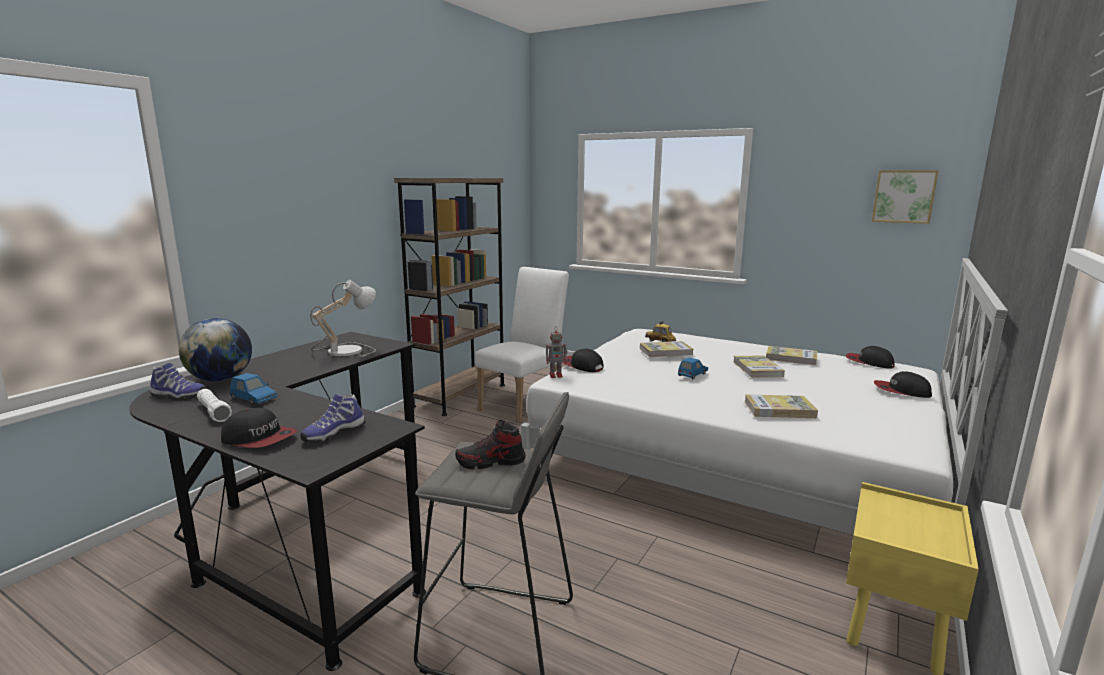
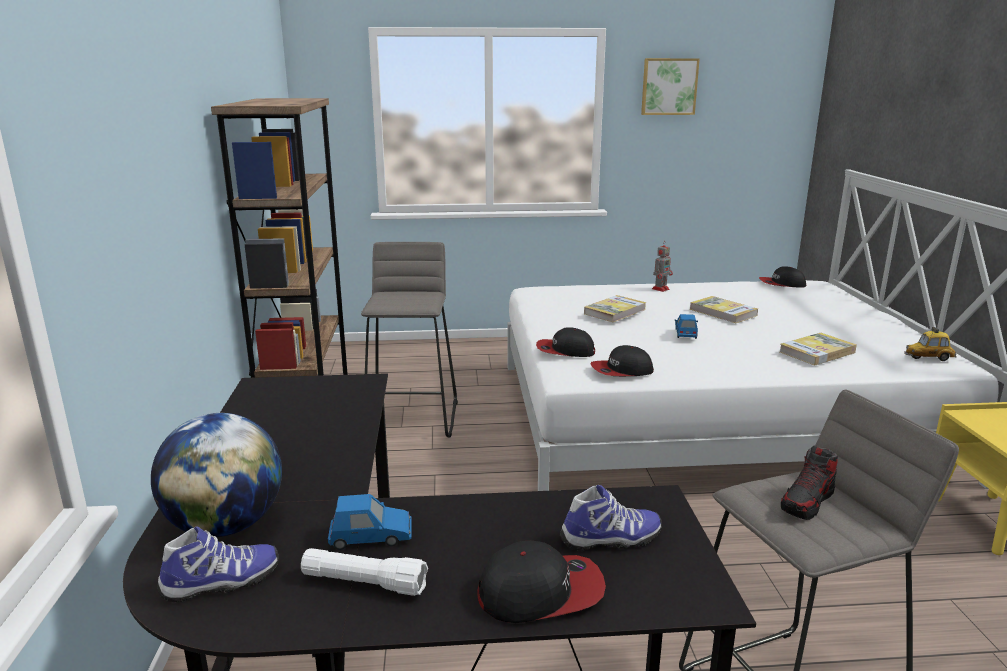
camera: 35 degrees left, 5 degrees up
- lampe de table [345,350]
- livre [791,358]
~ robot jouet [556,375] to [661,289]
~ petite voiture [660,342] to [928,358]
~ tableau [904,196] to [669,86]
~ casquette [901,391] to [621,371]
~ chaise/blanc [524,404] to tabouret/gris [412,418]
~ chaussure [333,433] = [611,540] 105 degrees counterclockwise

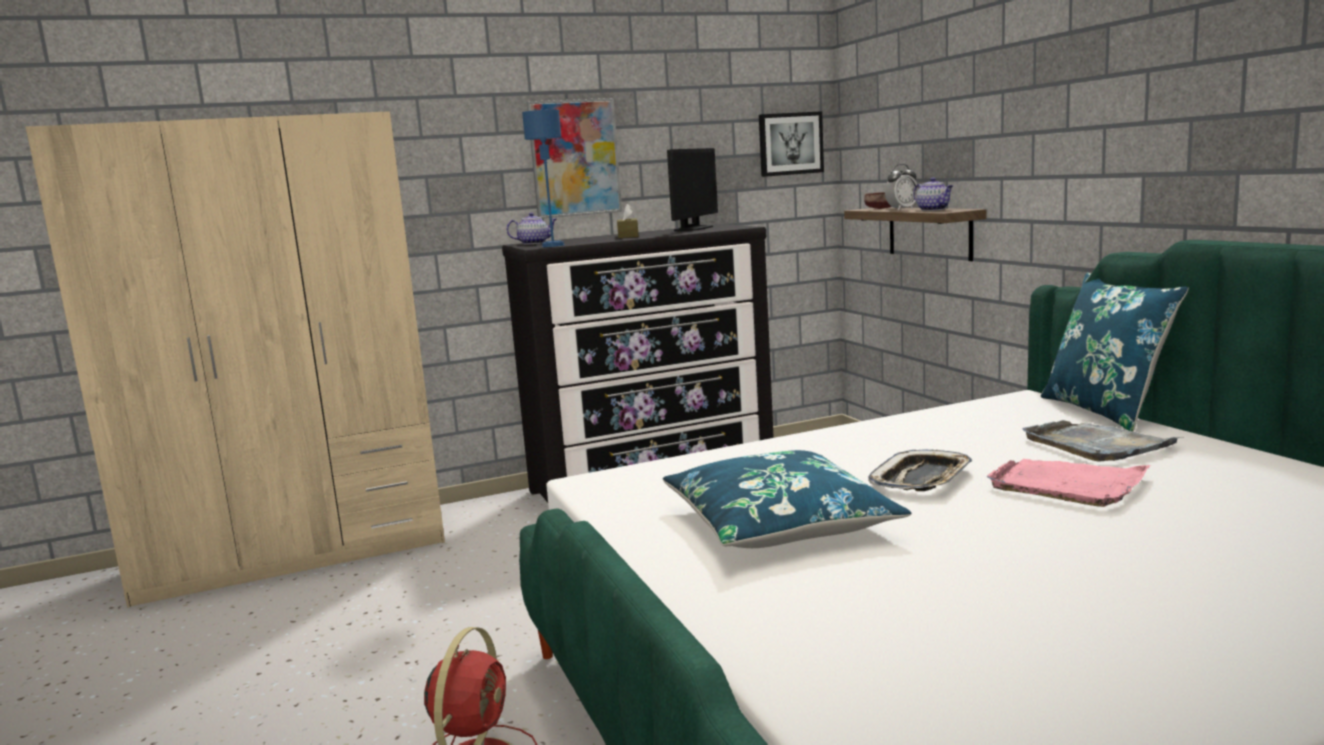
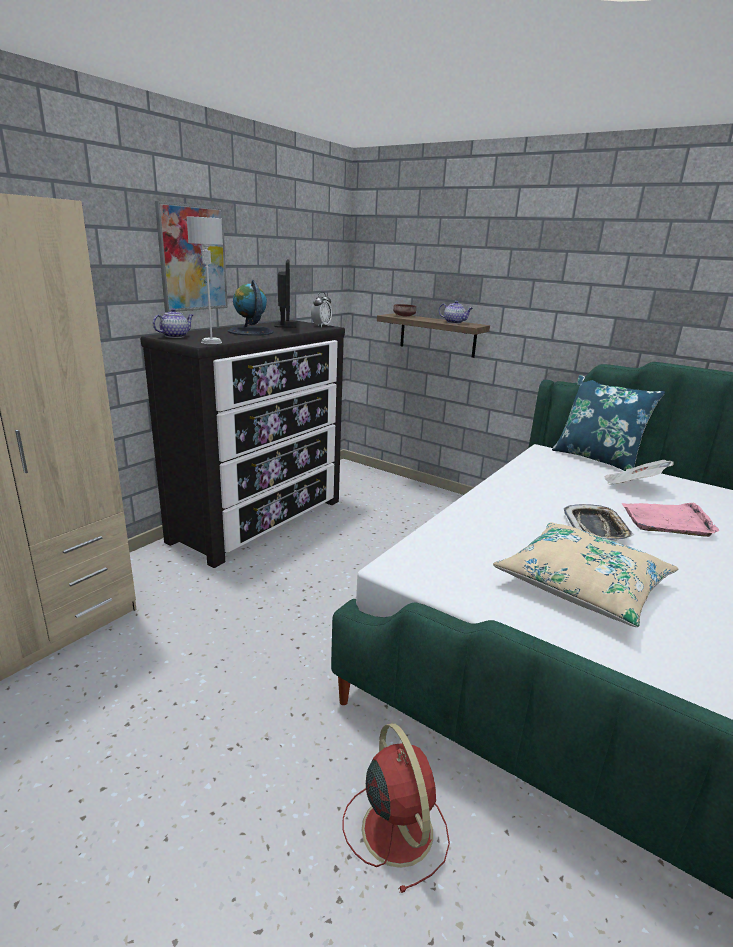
camera: 35 degrees left, 10 degrees up
- tableau [790,144]
~ réveil [901,209] to [321,326]
~ boîte à mouchoirs/marron [628,236] to globe [250,332]
~ plateau/gris [1096,444] to journal [632,486]
~ lampe de table/bleu [552,245] to lampe de table/gris [211,342]
~ coussin/bleu [779,523] to coussin/beige [582,585]

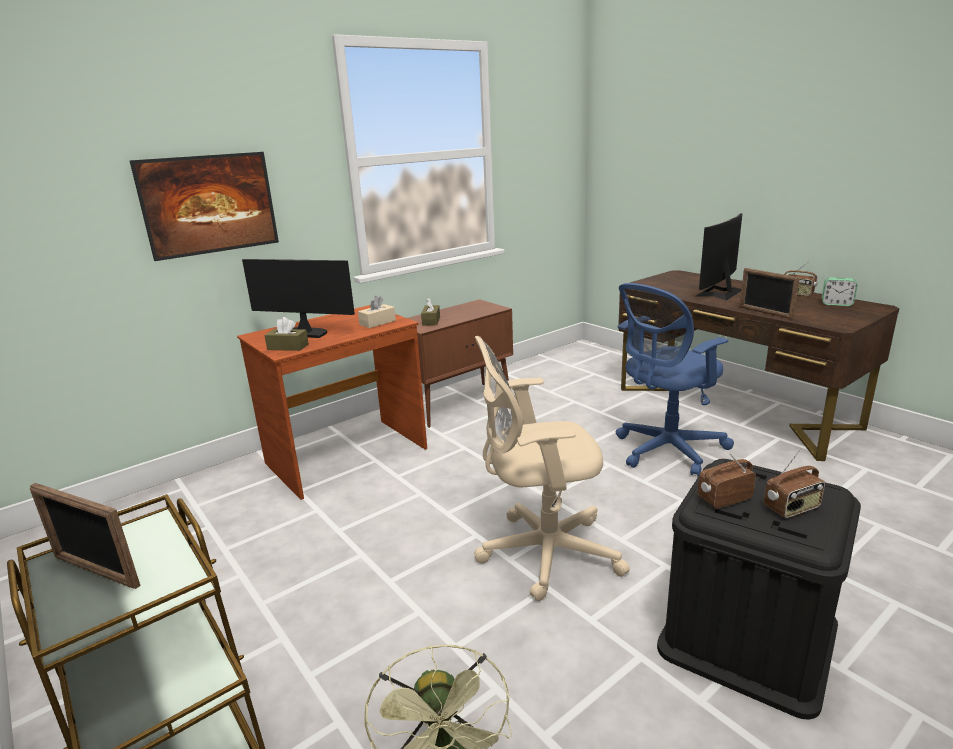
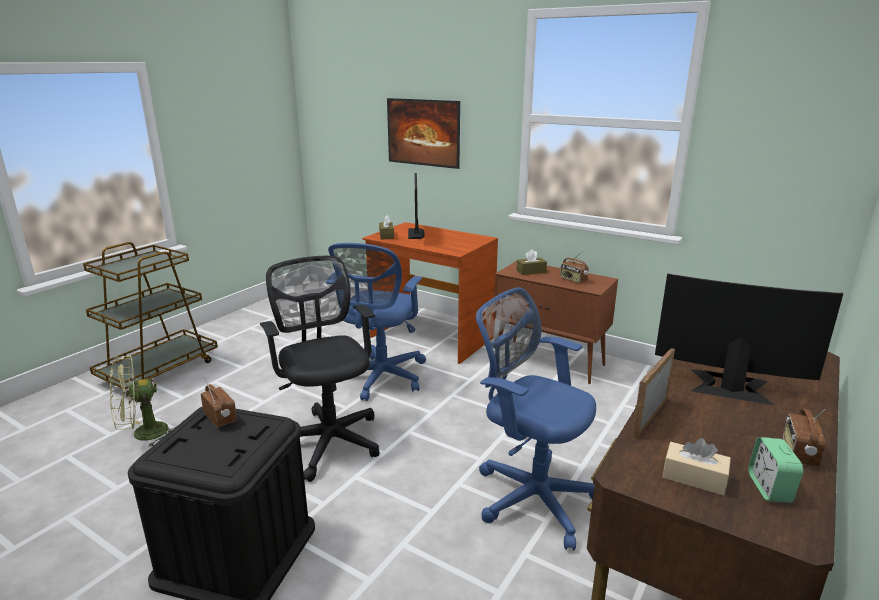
camera: 70 degrees right, 0 degrees up
- cadre photo [96,571]
+ chaise de bureau/bleu [380,379]
~ boîte à mouchoirs/beige [377,322] to [694,477]
~ radio [792,508] to [573,280]
~ chaise de bureau/beige [542,553] to chaise de bureau/noir [329,438]

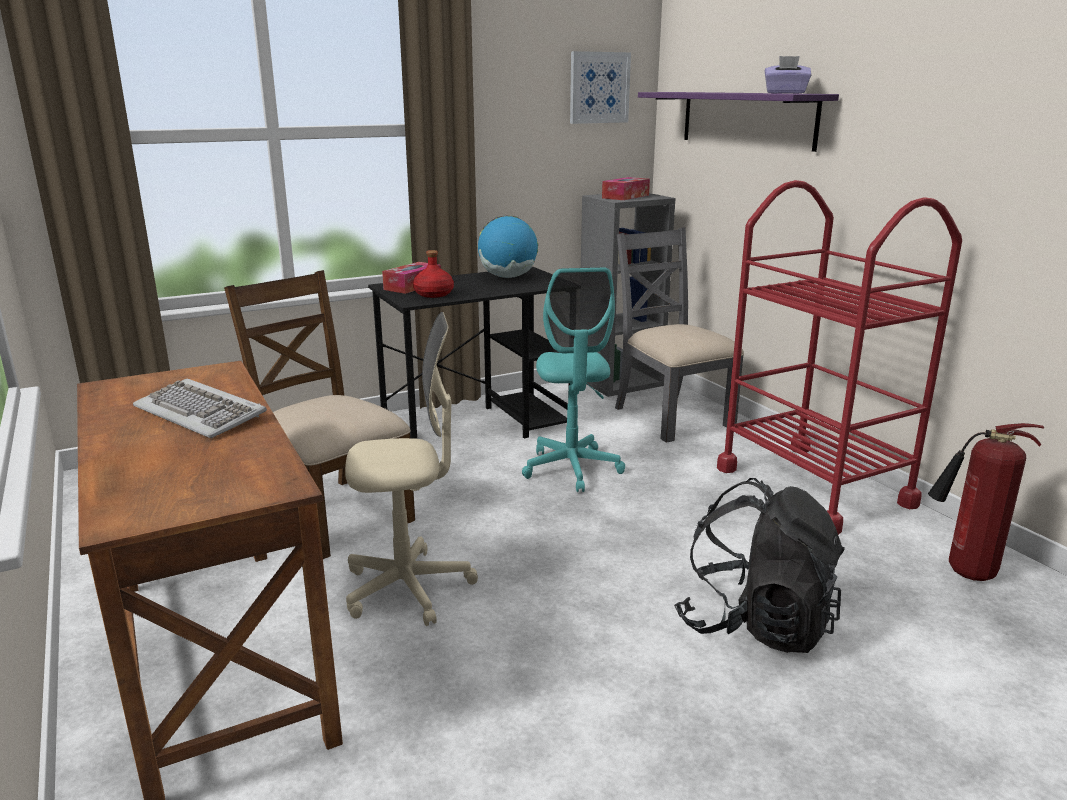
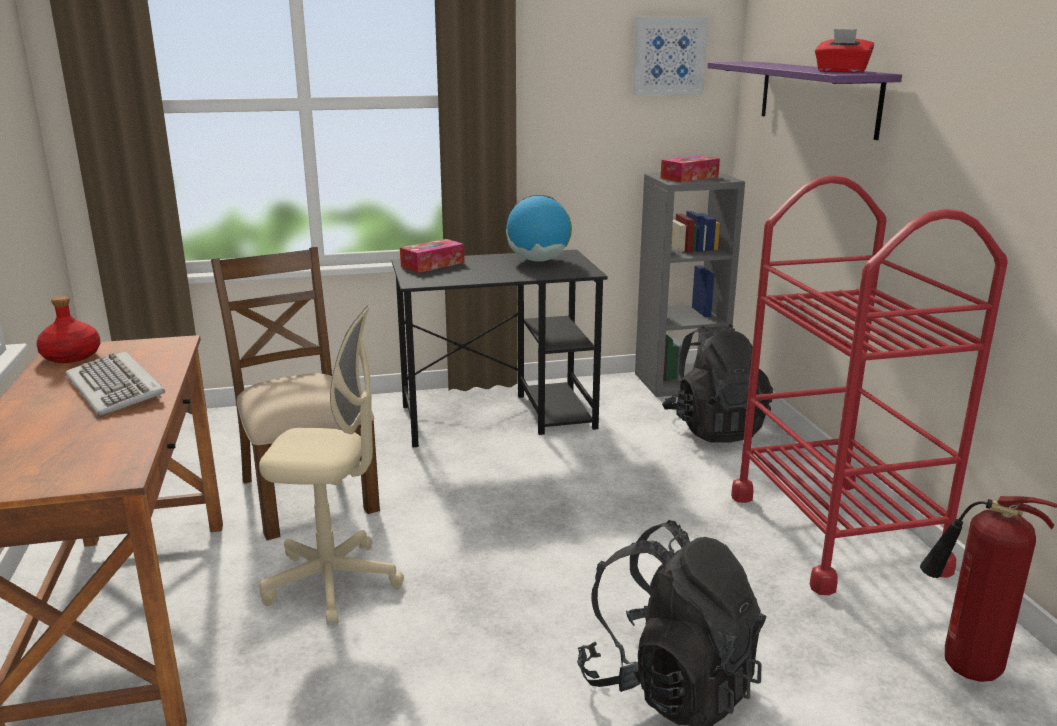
camera: 15 degrees right, 0 degrees up
- chaise de bureau/turquoise [572,469]
~ bouteille/rouge [434,294] to [72,356]
~ chaise/gris [671,416] to sac à dos/noir [714,428]
~ boîte à mouchoirs/violet [785,93] to boîte à mouchoirs/rouge [841,71]

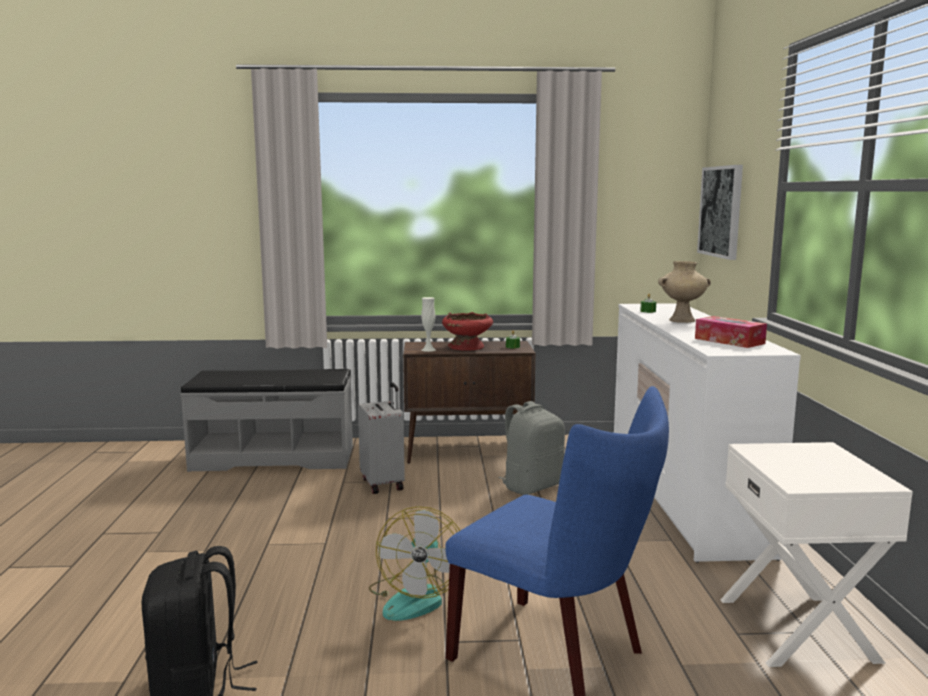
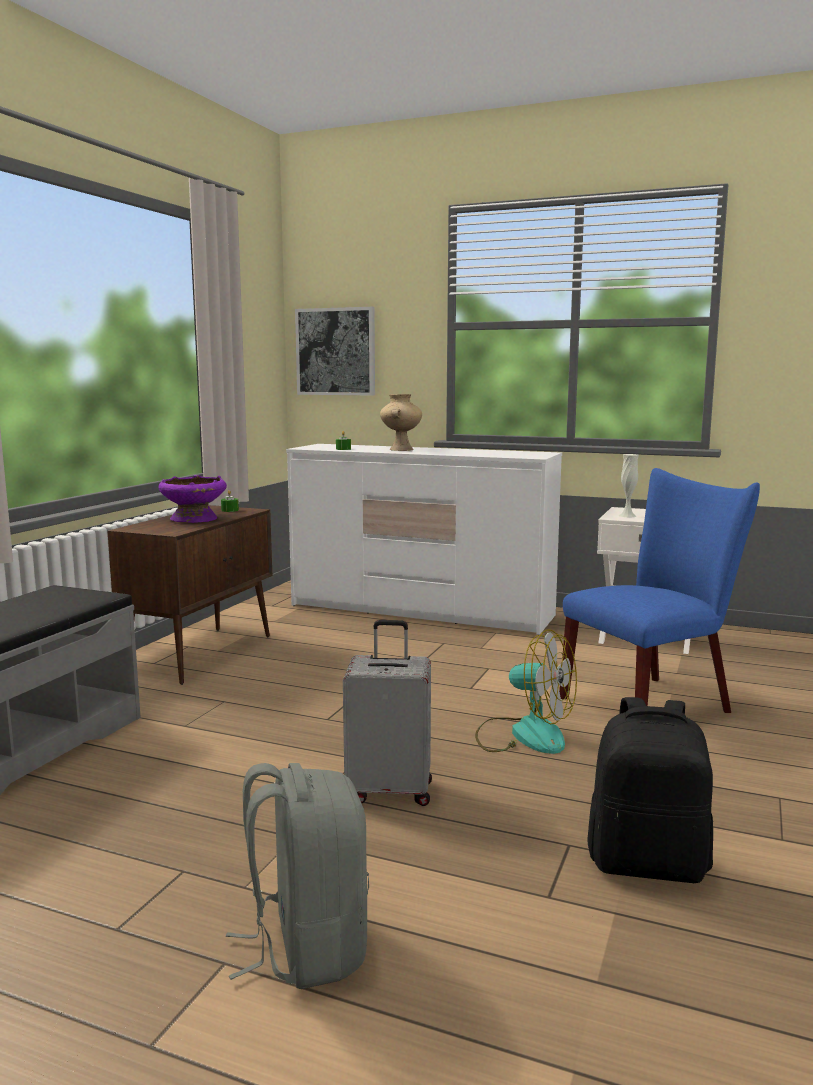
camera: 65 degrees left, 0 degrees up
- boîte à mouchoirs [729,341]
~ valise/gris [383,484] to [390,791]
~ vase/blanc [428,350] to [627,515]
~ sac à dos/gris [532,486] to [306,947]
~ bol/rouge [467,347] to bol/violet [194,519]

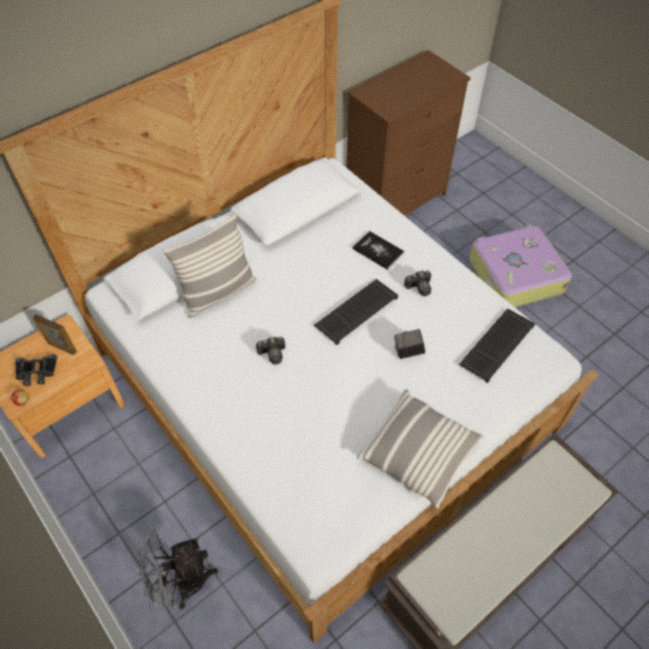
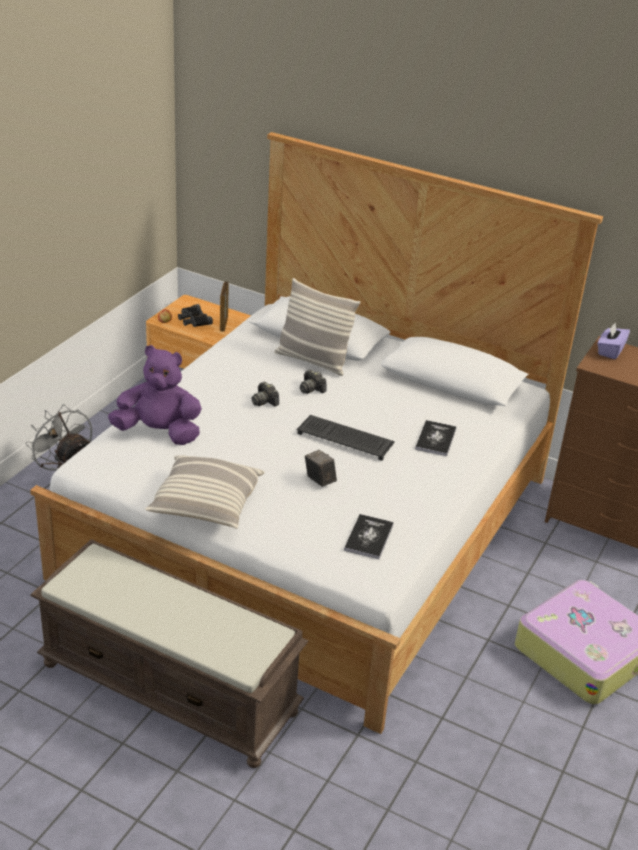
camera: 65 degrees right, 20 degrees down
+ peluche/violet [159,433]
+ boîte à mouchoirs/violet [610,351]
~ appareil photo [419,287] to [311,389]
~ clavier [496,344] to livre [368,537]

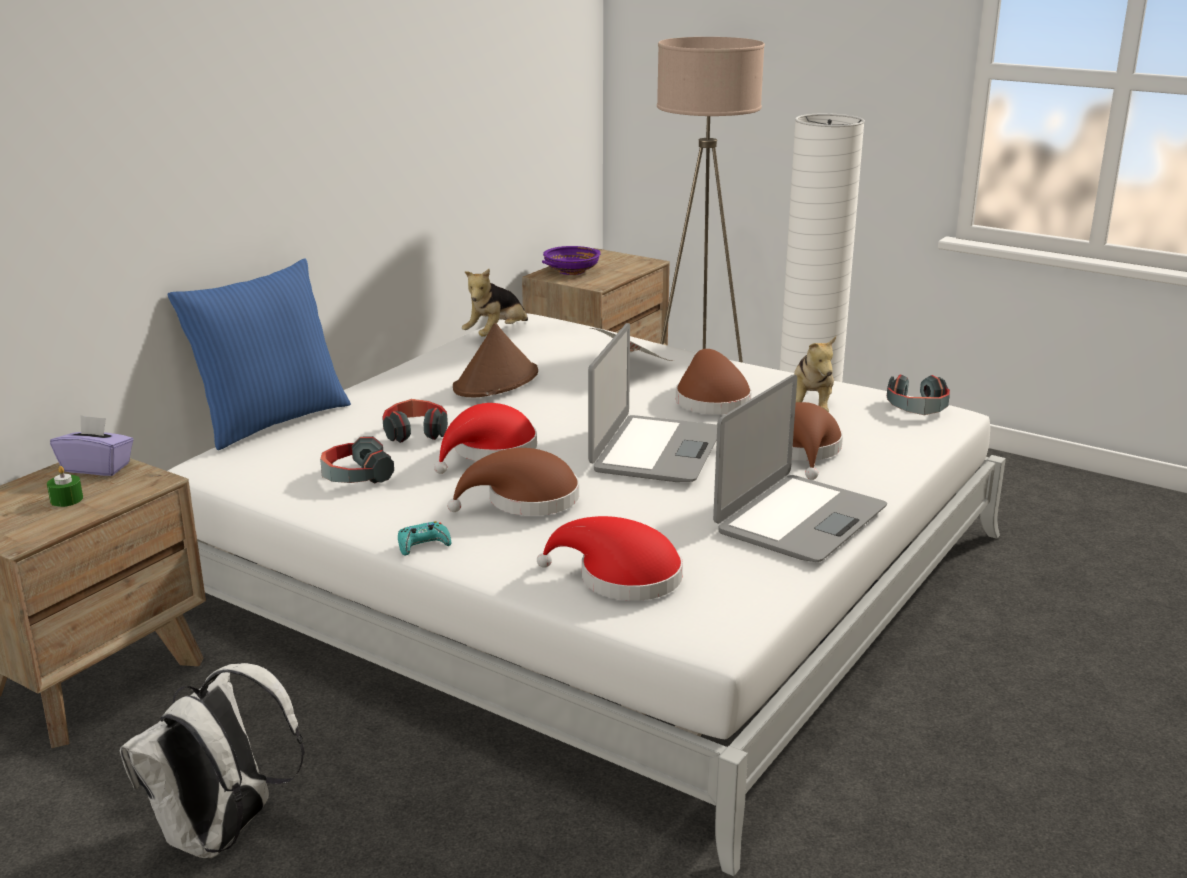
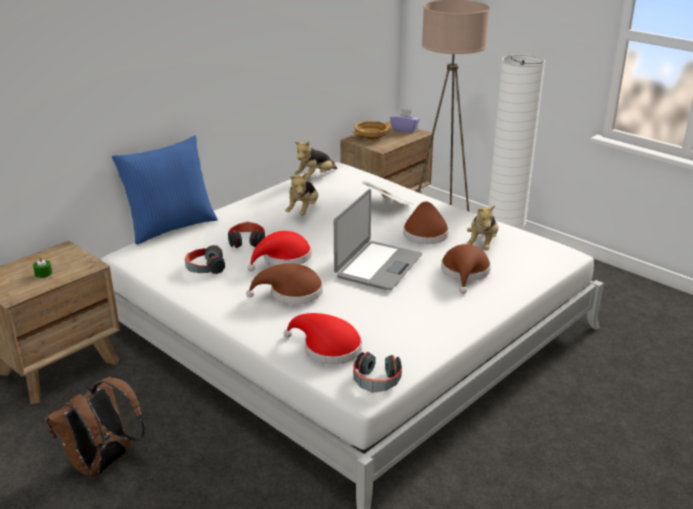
camera: 10 degrees right, 5 degrees up
- manette/turquoise [423,545]
- ordinateur portable [799,519]
~ boîte à mouchoirs/violet [97,467] to [404,129]
~ casque audio [917,408] to [376,381]
~ chapeau/marron [496,381] to peluche [303,211]
~ sac à dos/blanc [222,835] to sac à dos/marron [103,464]
~ bol/violet [571,271] to bol/beige [371,137]

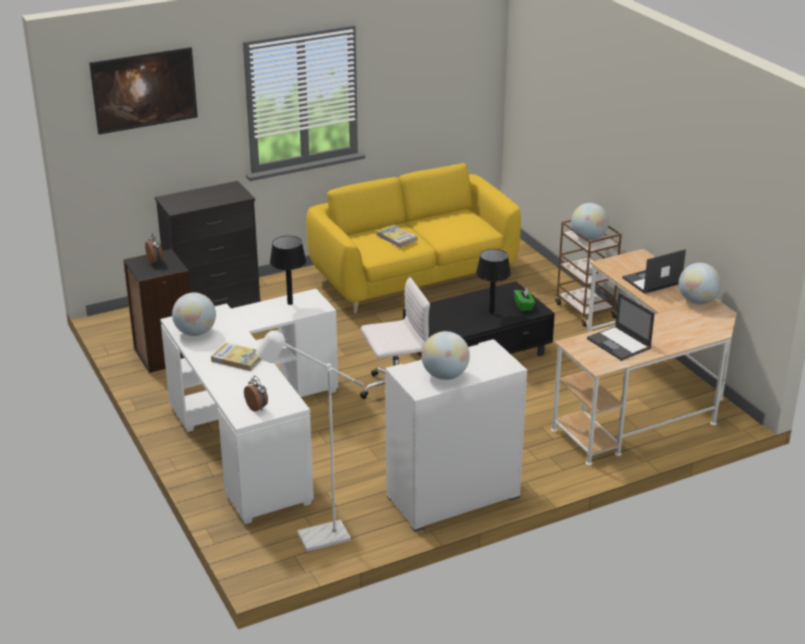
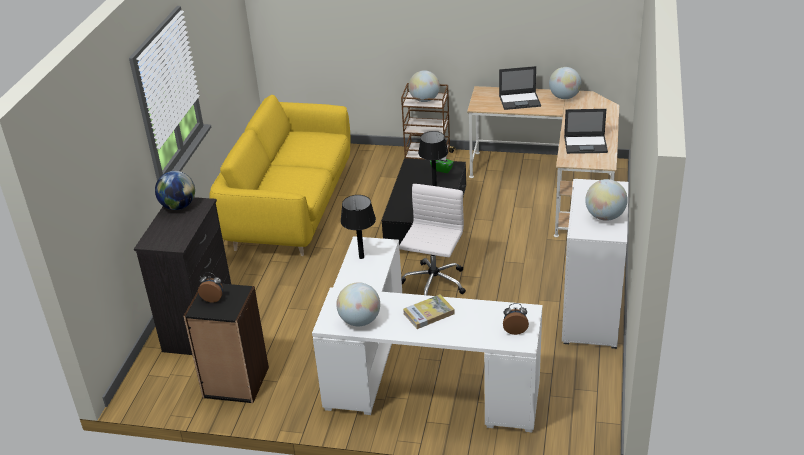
camera: 50 degrees left, 5 degrees up
- tableau [146,107]
- lampadaire/blanc [314,539]
- livre [396,238]
+ globe [178,206]
~ ordinateur portable [651,281] = [520,101] 105 degrees counterclockwise

